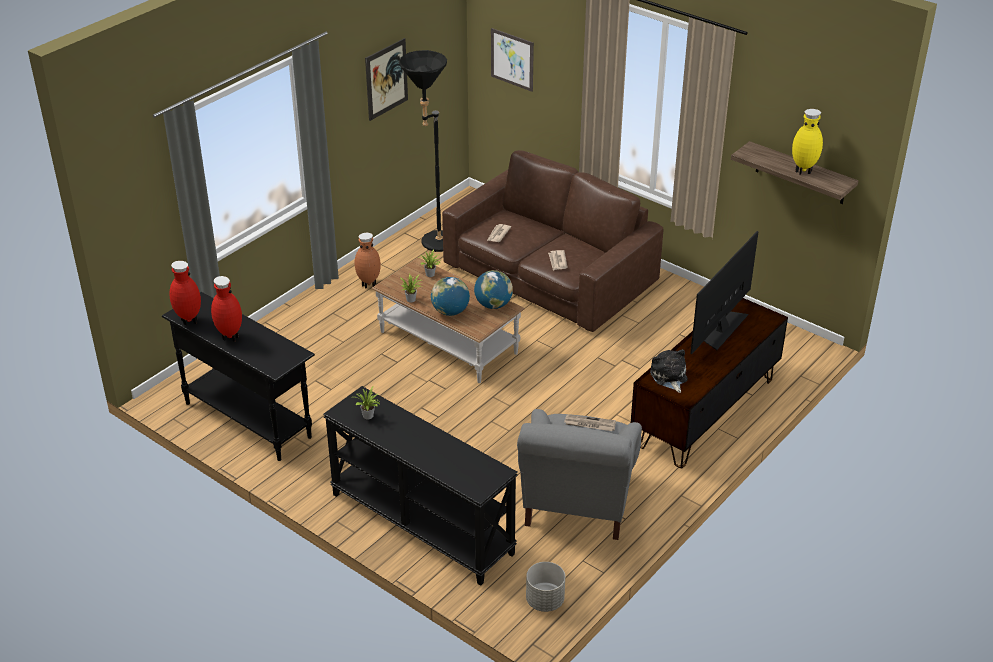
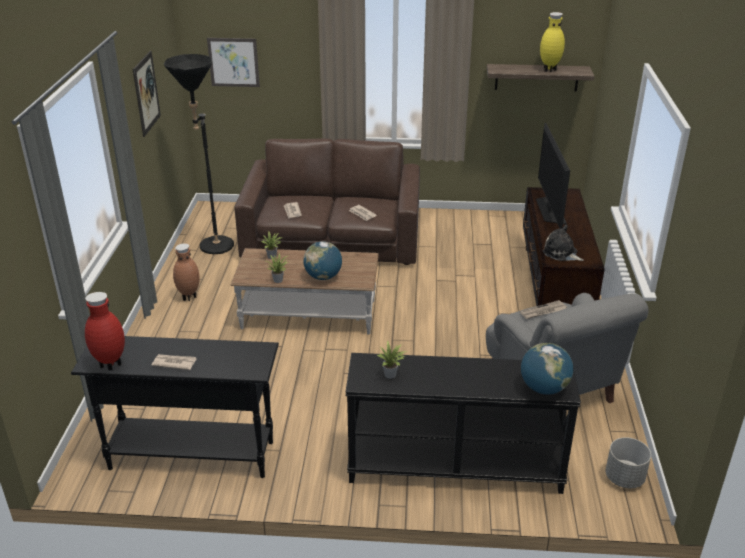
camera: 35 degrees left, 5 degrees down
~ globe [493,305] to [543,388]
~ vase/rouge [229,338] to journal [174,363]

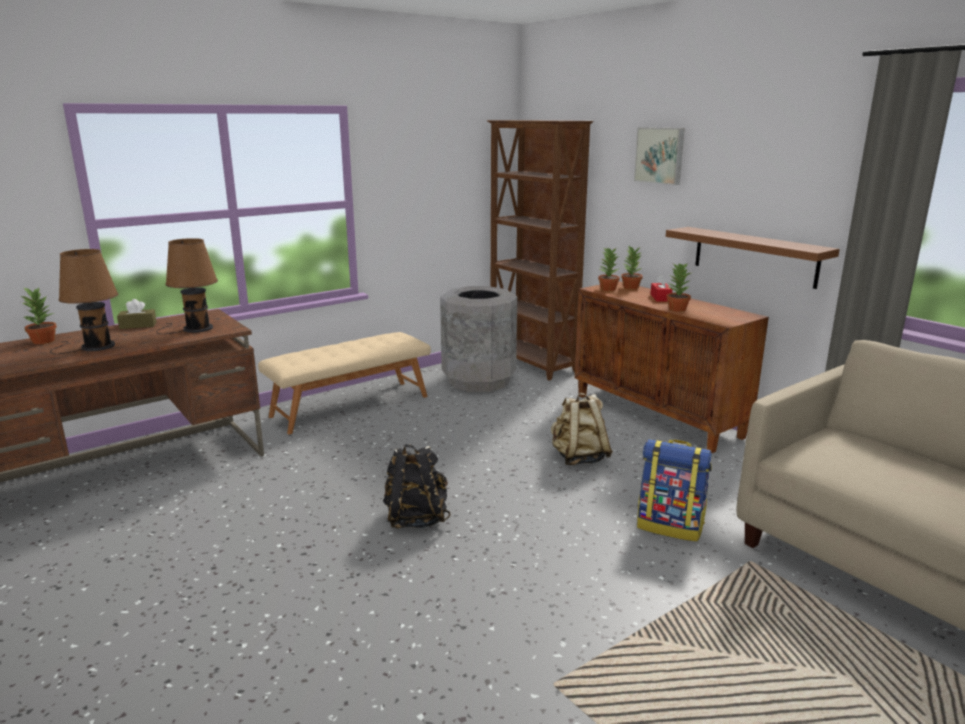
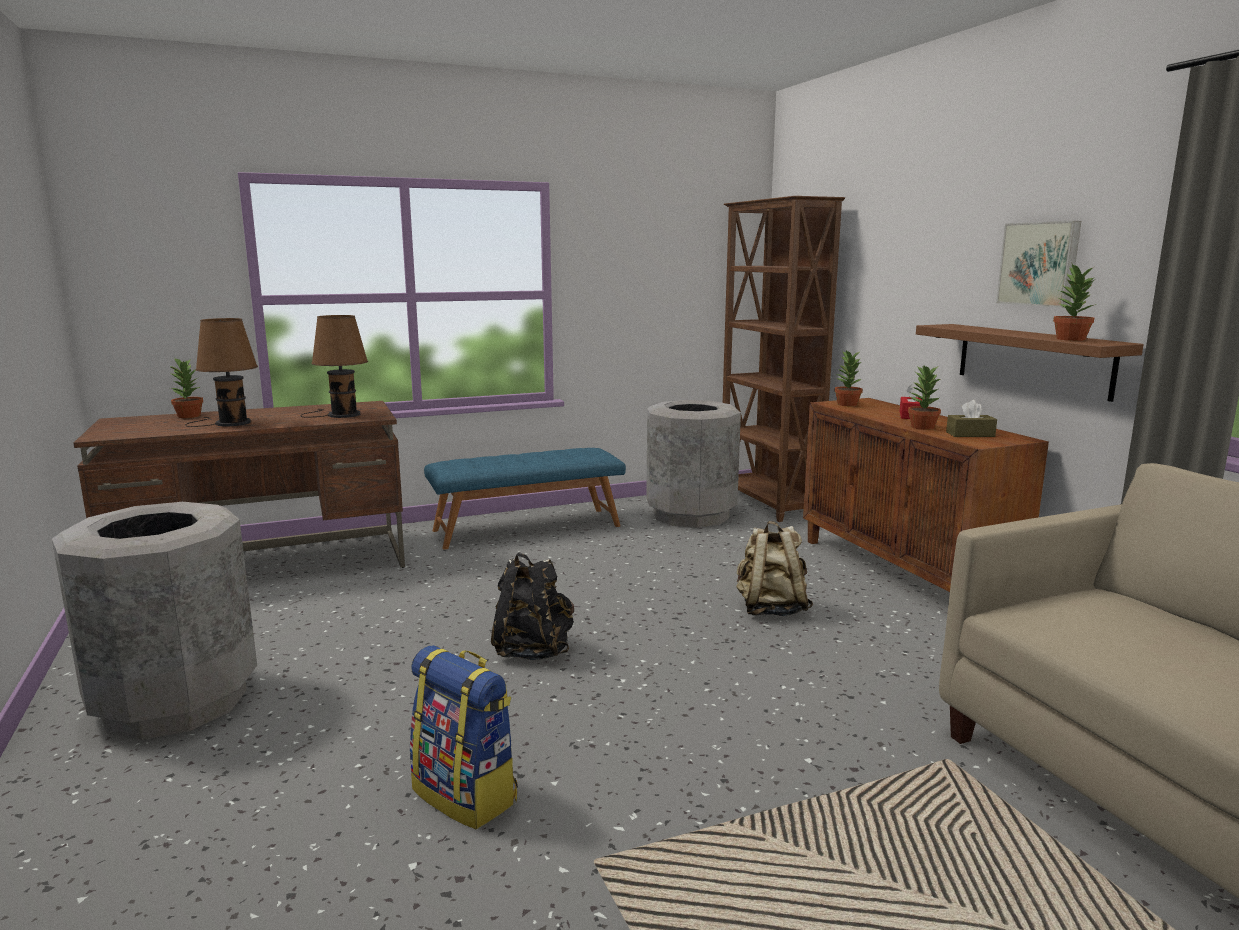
camera: 15 degrees right, 5 degrees down
+ poubelle/gris [174,702]
~ boîte à mouchoirs/marron [138,325] to [970,434]
~ plante en pot [630,287] to [1069,339]
~ tableau [660,155] to [1040,264]
~ sac à dos [670,526] to [467,795]
~ banc/beige [350,406] to banc/bleu [527,528]

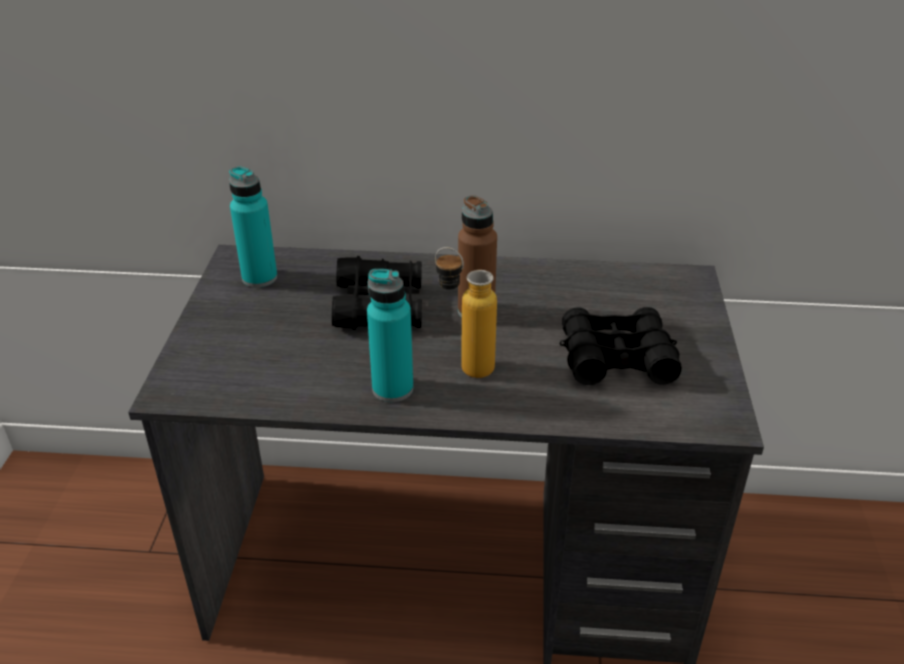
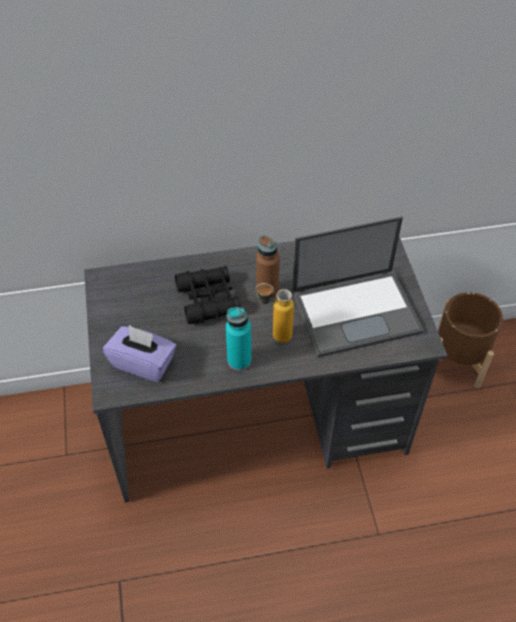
camera: 15 degrees left, 15 degrees up
- bouteille/turquoise [259,278]
+ boîte à mouchoirs/violet [143,363]
+ cache-pot/marron [456,360]
~ jumelles/noir [616,358] to ordinateur portable [357,311]

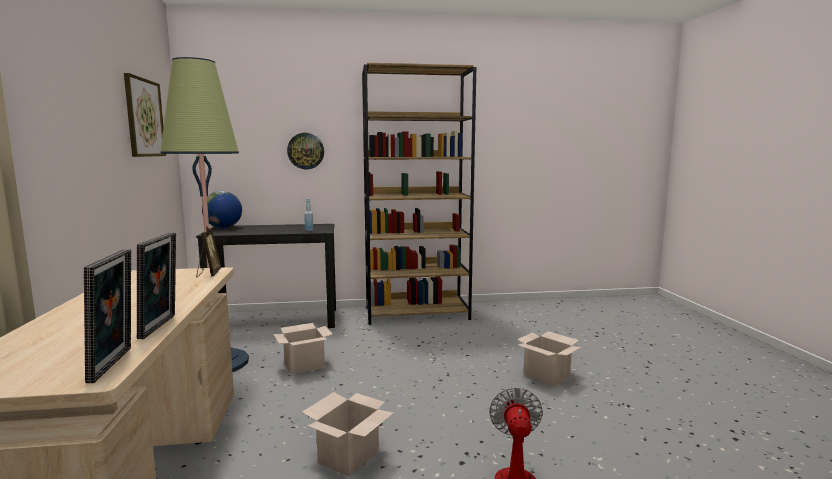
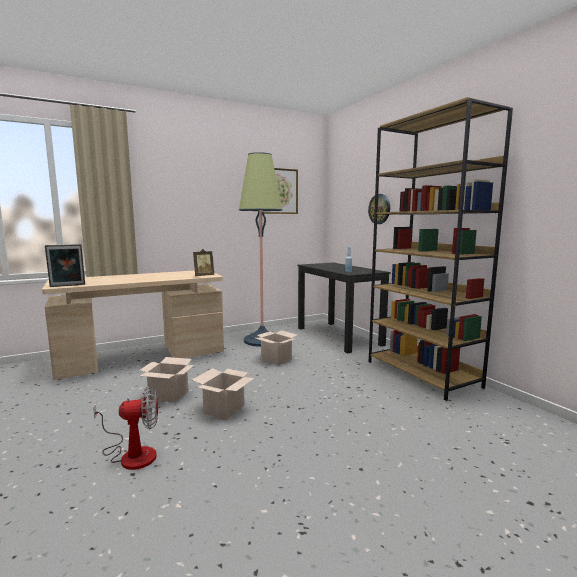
camera: 70 degrees right, 0 degrees up
- cadre photo [161,326]
- globe [223,228]
~ carton [547,376] to [224,410]

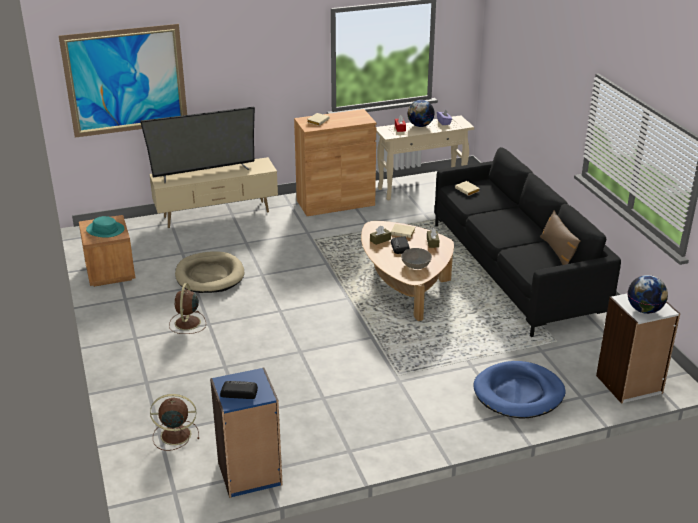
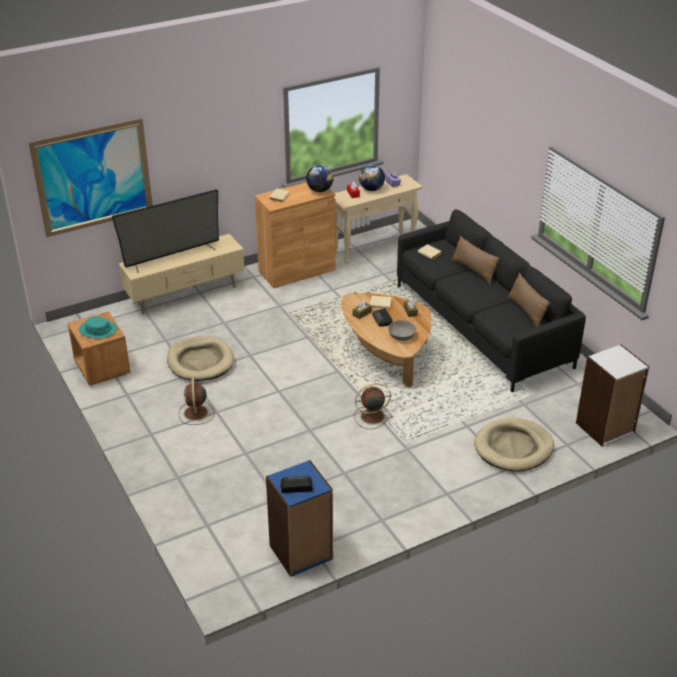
camera: 10 degrees left, 5 degrees up
+ coussin/marron [474,271]
~ ventilateur/marron [174,435] to [371,417]
~ globe [644,310] to [320,190]
~ panier pour chien/bleu [518,393] to panier pour chien/beige [513,448]

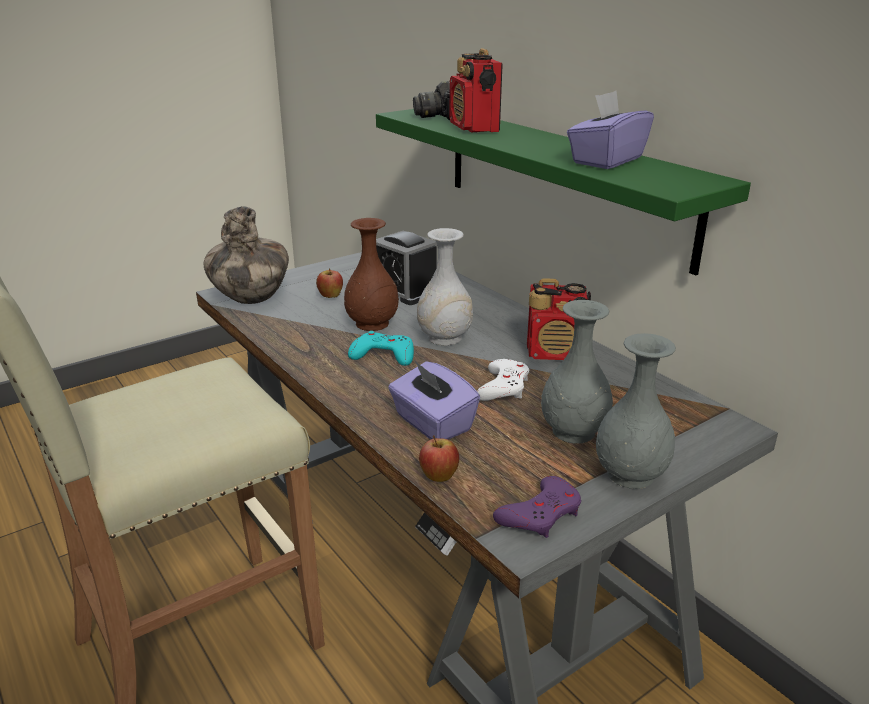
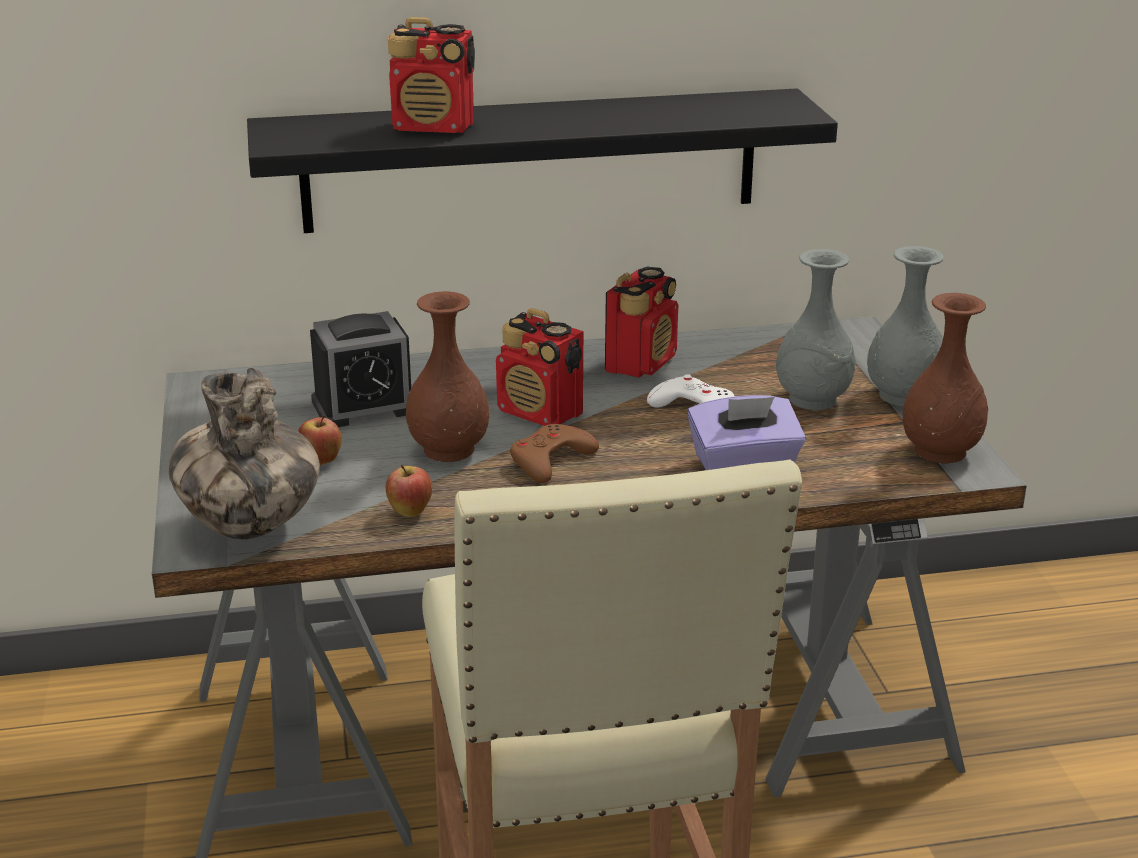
camera: 65 degrees left, 0 degrees up
- appareil photo [439,116]
- boîte à mouchoirs/violet [606,160]
~ pomme [439,477] to [410,513]
~ vase/blanc [445,338] to radio [541,413]
~ manette/violet [540,514] to vase/marron [941,452]
~ manette/turquoise [383,355] to manette/marron [550,460]
~ étagère/vert [562,181] to étagère/noir [531,160]

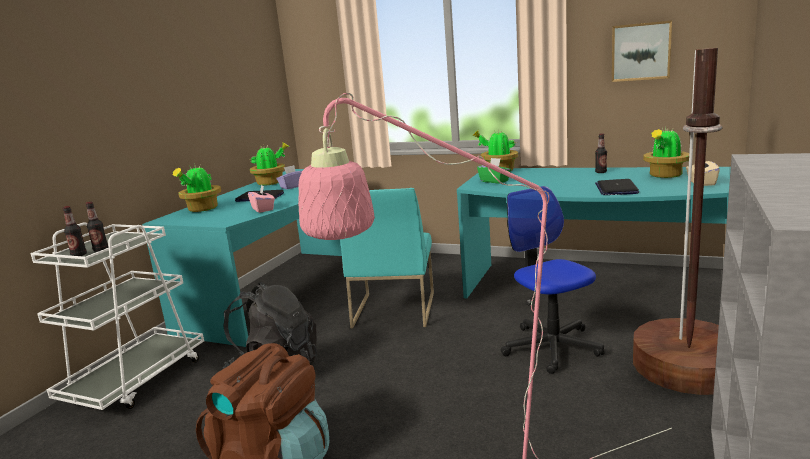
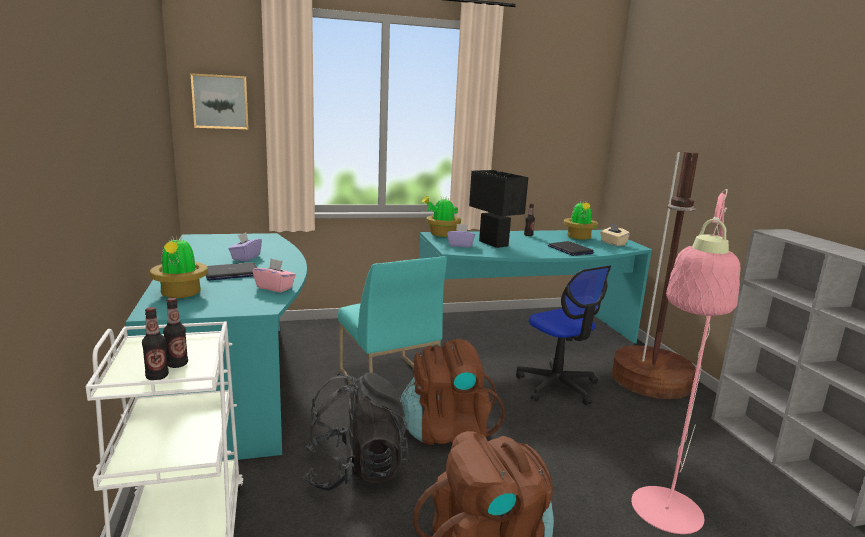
camera: 40 degrees left, 0 degrees up
- plante en pot [271,183]
+ sac à dos/marron [447,431]
+ lampe de table/noir [493,243]
~ tableau [641,51] to [220,102]
~ boîte à mouchoirs/vert [494,181] to boîte à mouchoirs/violet [460,245]
~ chaise de bureau [551,347] = [557,386] 150 degrees counterclockwise

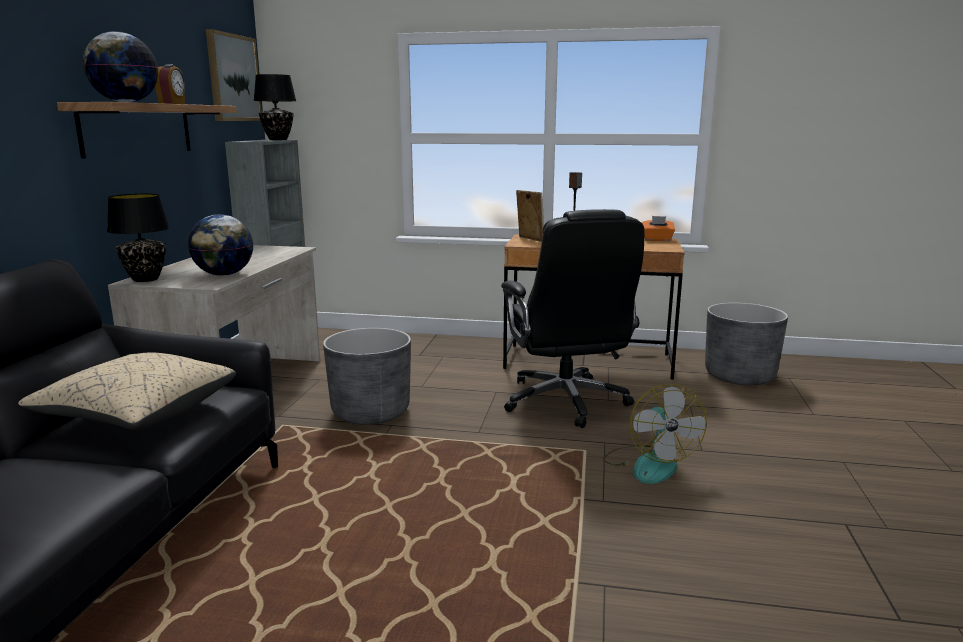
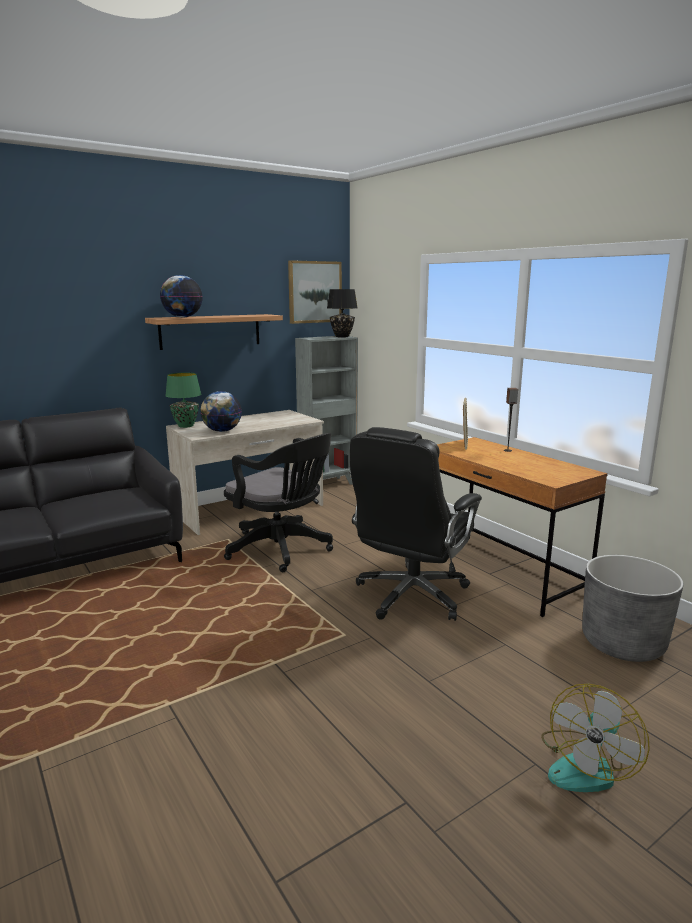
camera: 45 degrees right, 0 degrees up
- coussin/beige [138,414]
- réveil [172,103]
- boîte à mouchoirs/orange [657,240]
~ ventilateur [649,464] to [586,765]
~ cache-pot/gris [371,412] to chaise de bureau/noir [282,550]
~ lampe de table/noir [146,279] to lampe de table/vert [186,426]

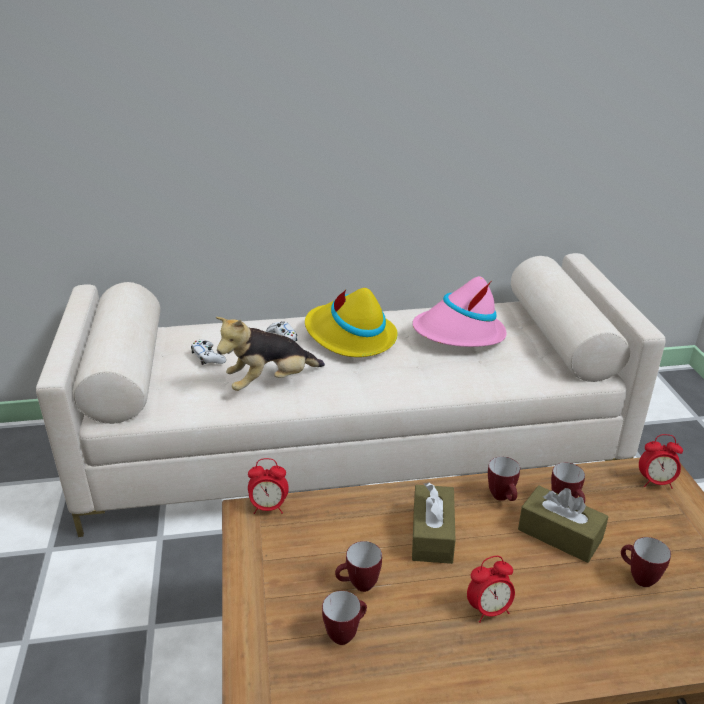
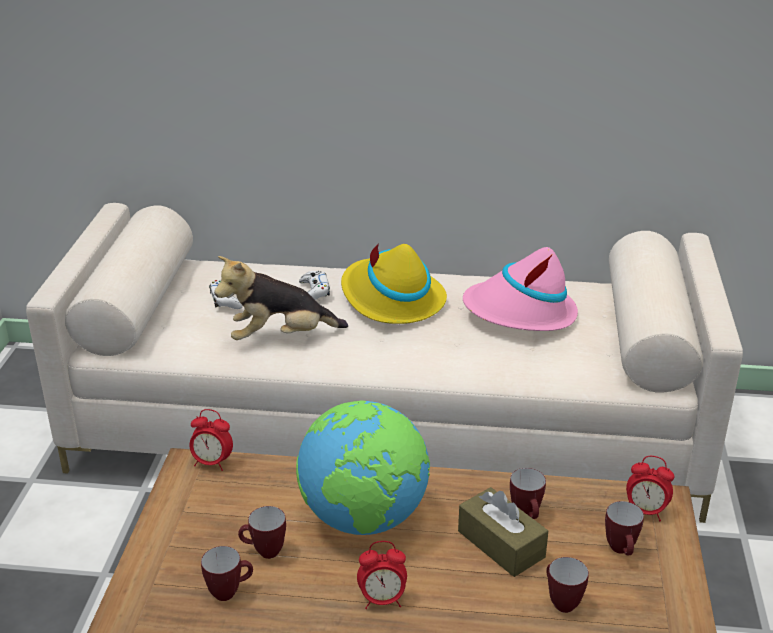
camera: 15 degrees right, 0 degrees up
~ mug [503,498] to [622,551]
~ boîte à mouchoirs/marron [432,534] to globe [364,519]

